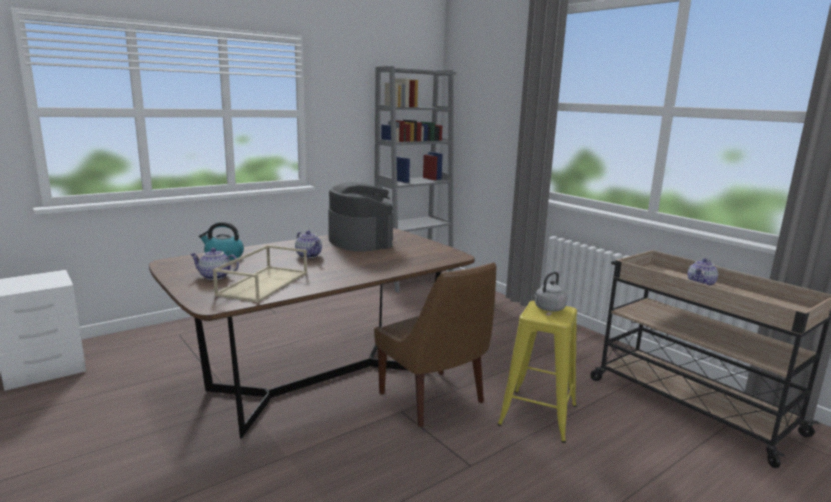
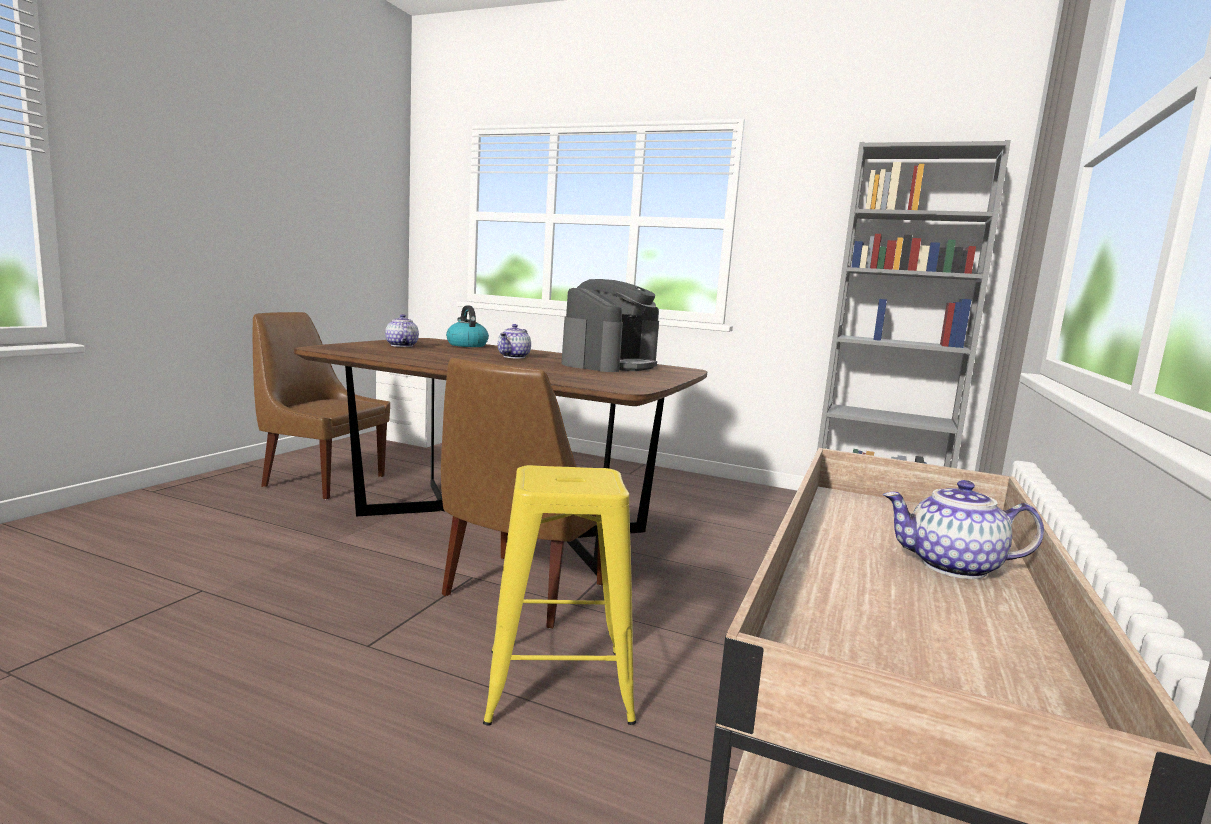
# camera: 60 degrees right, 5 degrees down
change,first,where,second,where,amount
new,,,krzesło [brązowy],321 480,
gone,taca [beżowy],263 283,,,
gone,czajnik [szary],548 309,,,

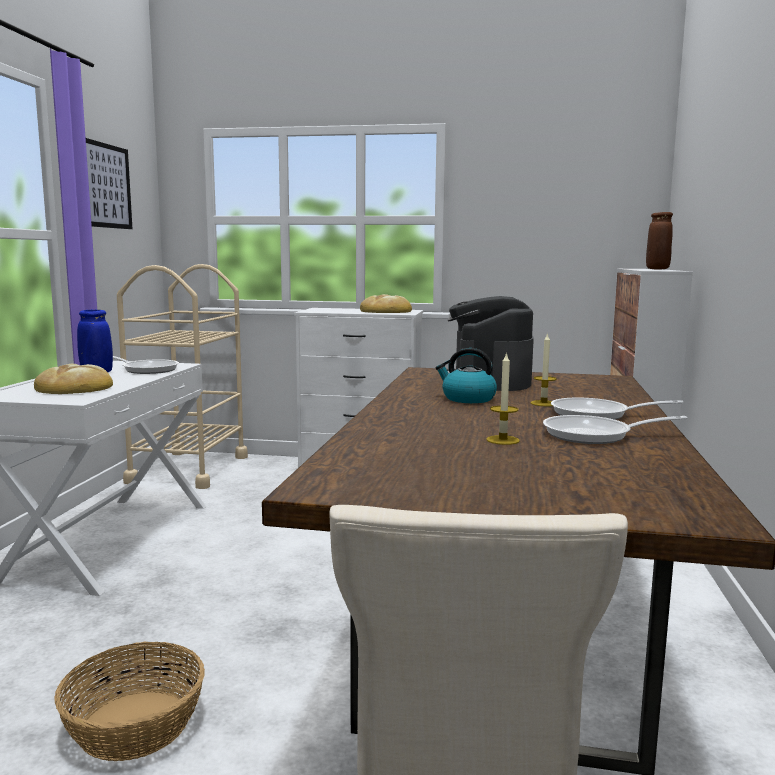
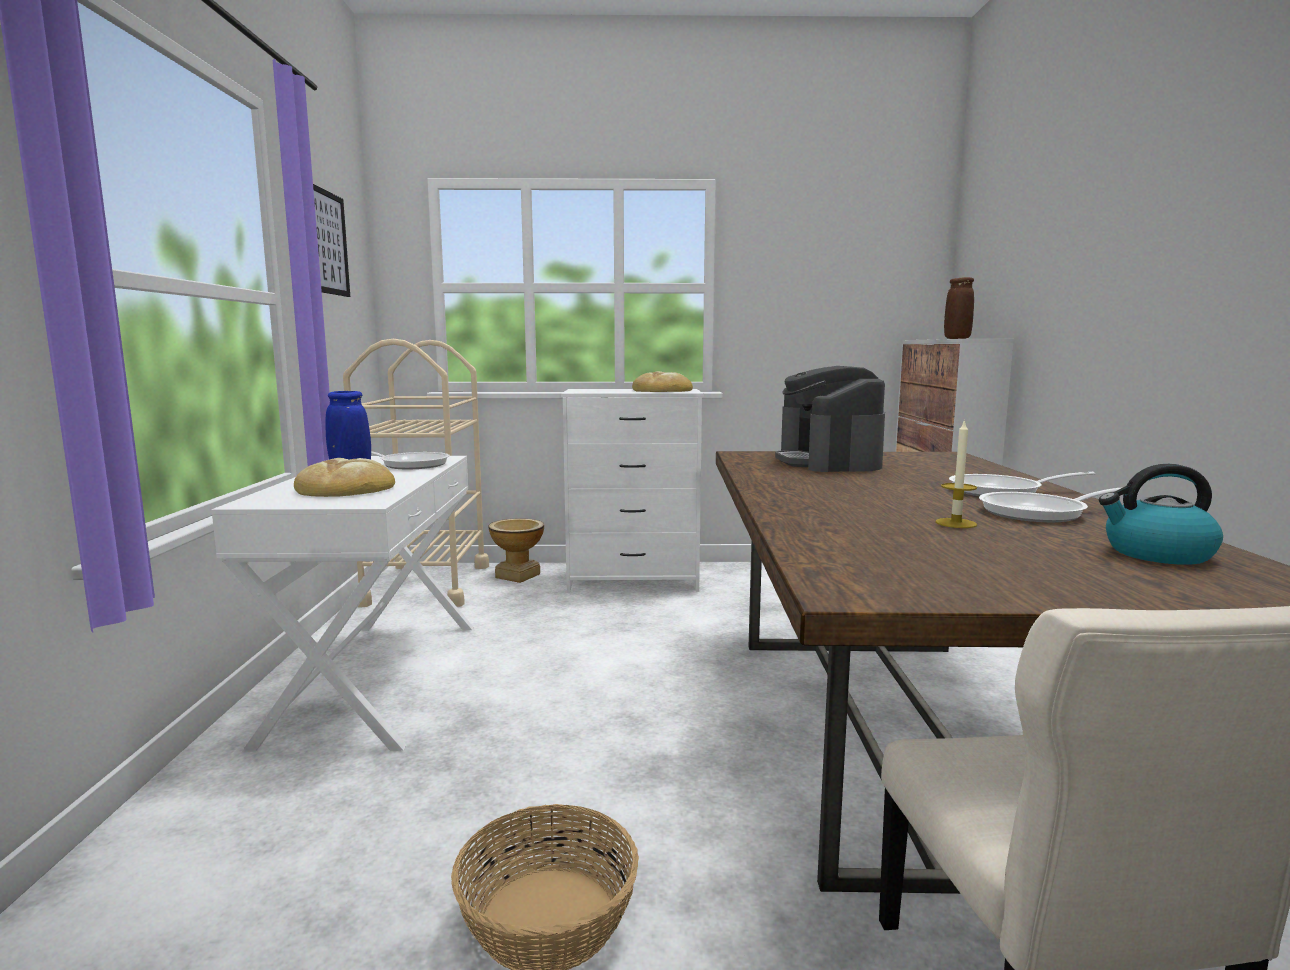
# camera: 10 degrees left, 0 degrees up
change,first,where,second,where,amount
new,,,wazon,518 576,
shifted,czajnik,467 399,,1156 554,
gone,świeca,543 403,,,

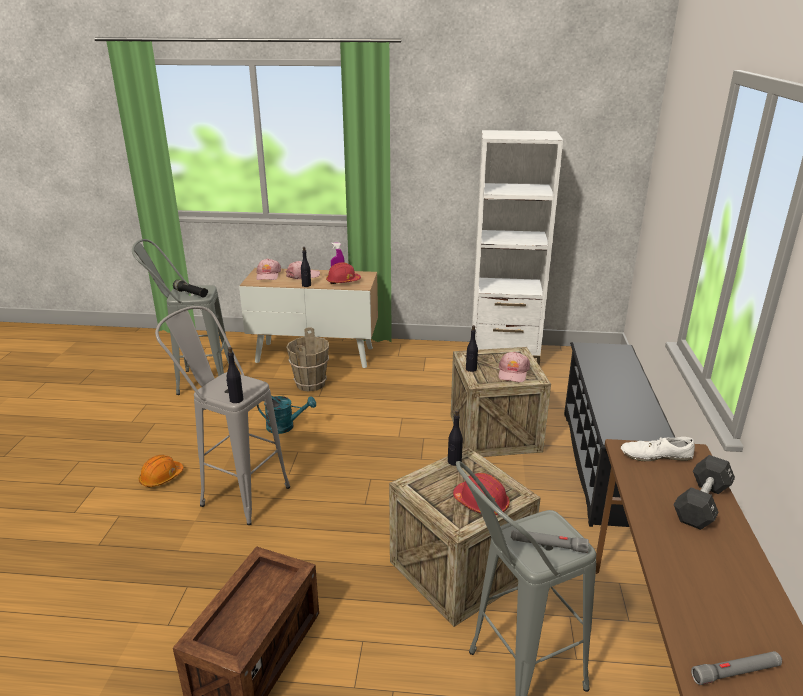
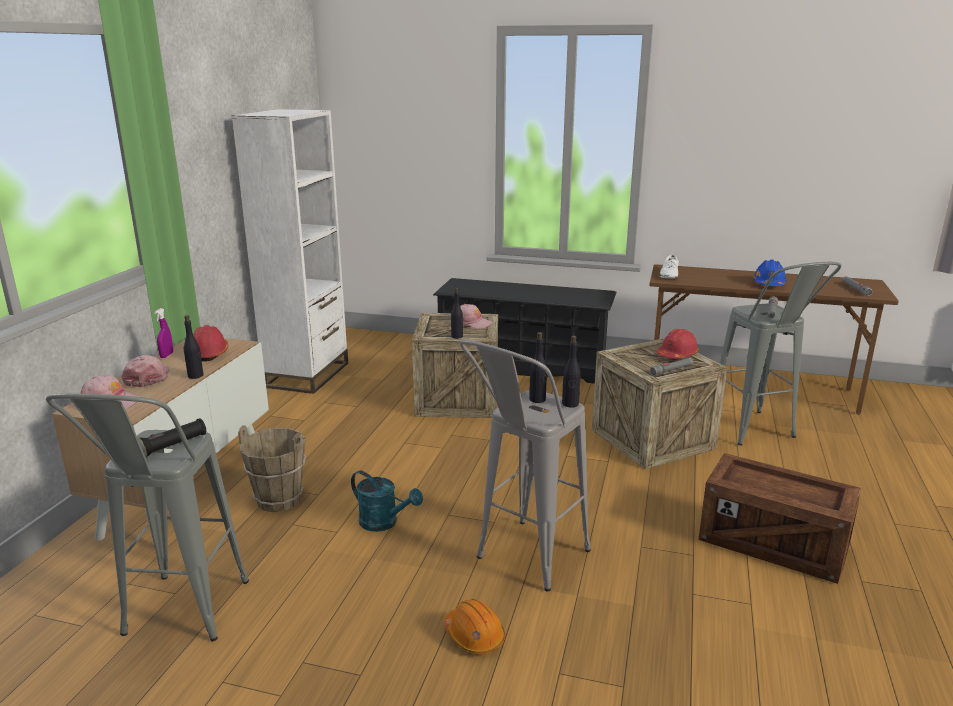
# camera: 80 degrees left, 5 degrees down
change,first,where,second,where,amount
rotated,konewka [turkusowy],285 426,,384 523,105 degrees clockwise
shifted,butelka [czarny],454 461,,537 399,
new,,,latarka [szary],672 370,
new,,,kask [niebieski],769 284,
gone,hantel [czarny],701 503,,,

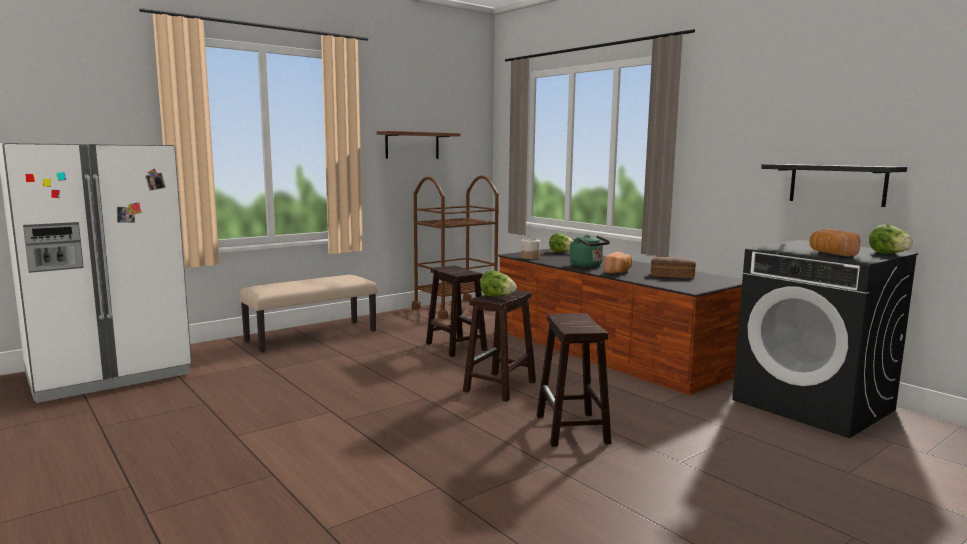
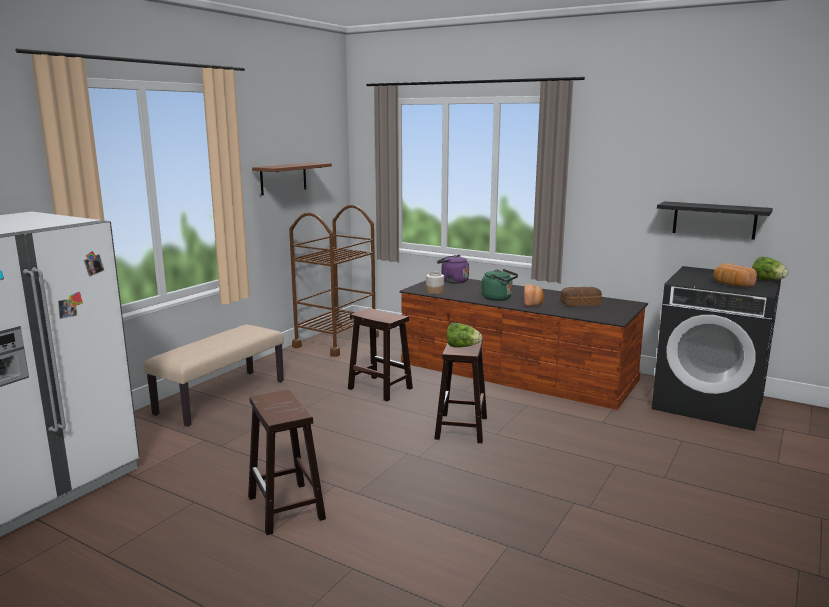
# camera: 20 degrees left, 5 degrees up
change,first,where,second,where,amount
shifted,stołek [brązowy],572 429,,286 508,
swapped,sałata,561 252,czajnik [fioletowy],452 281,

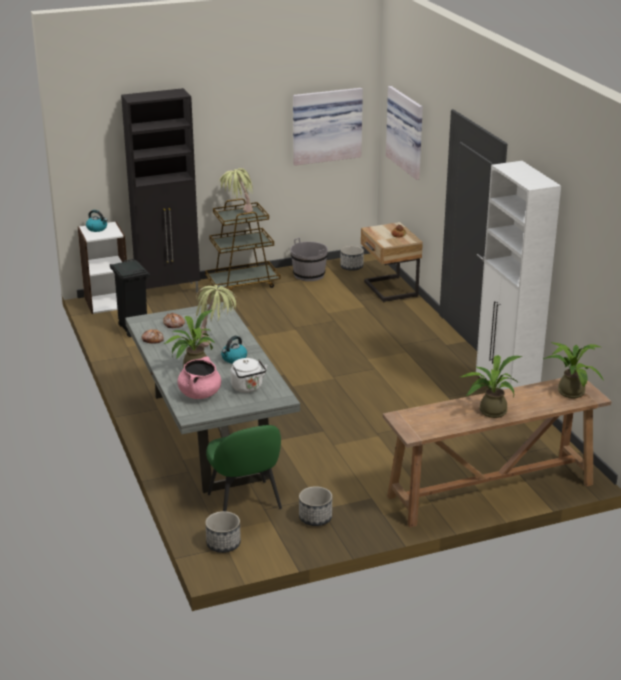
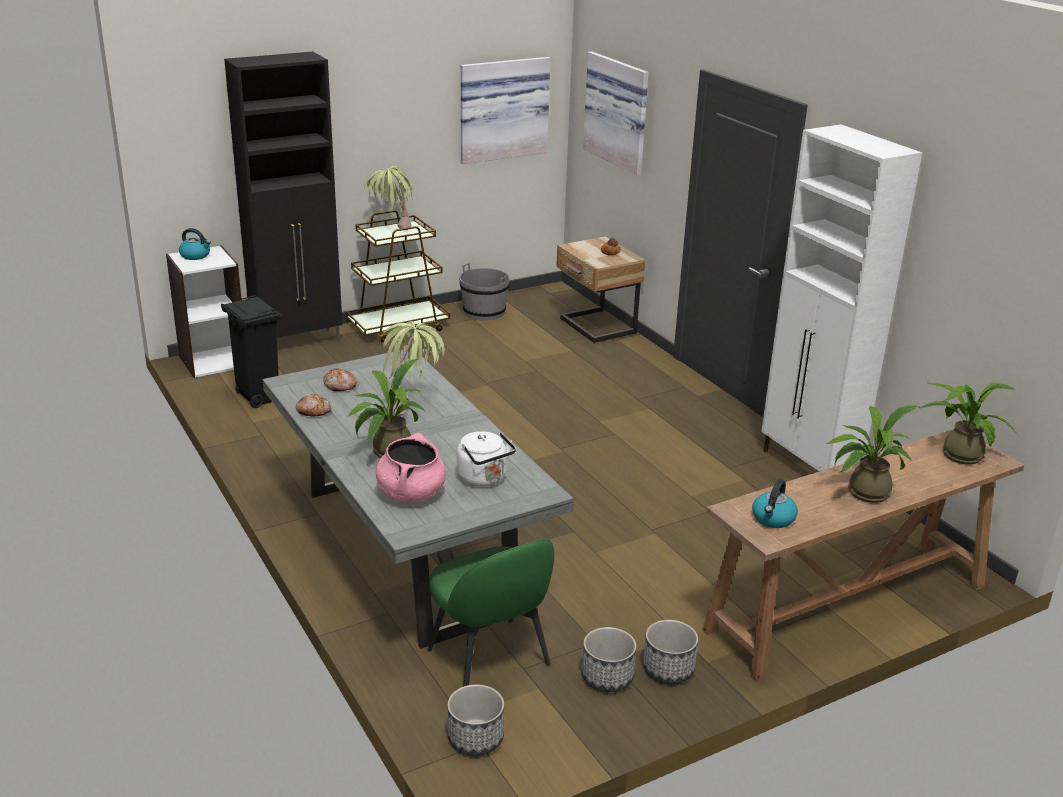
# camera: 10 degrees left, 0 degrees up
change,first,where,second,where,amount
shifted,donica,351 267,,668 669,
shifted,czajnik,234 359,,773 519,

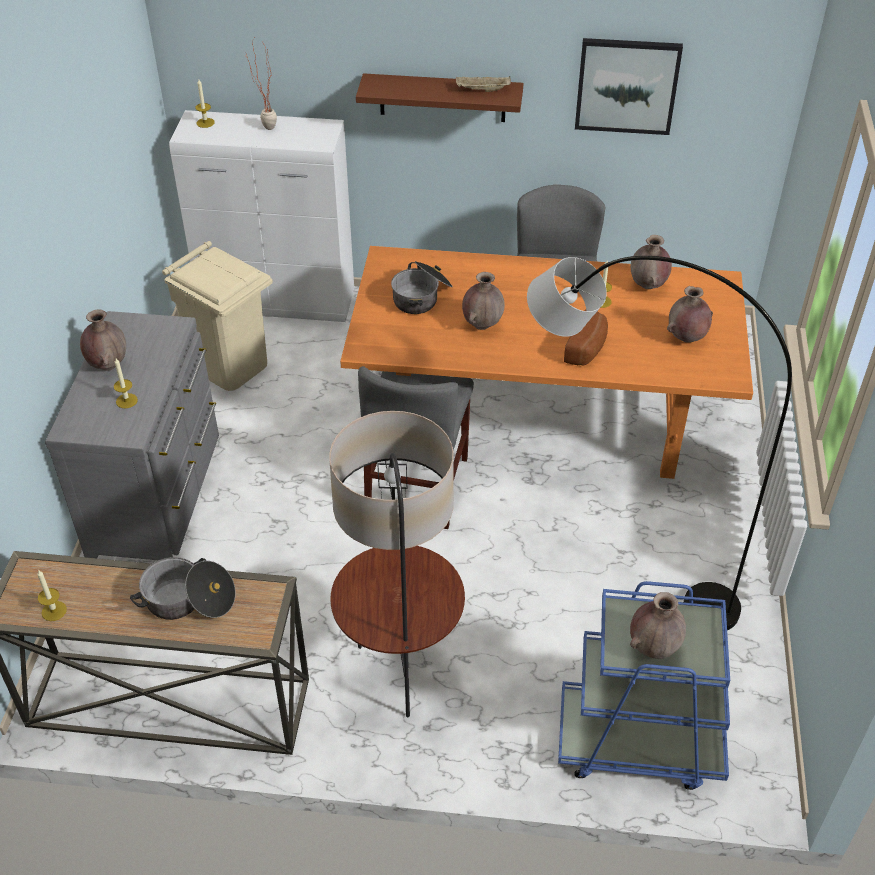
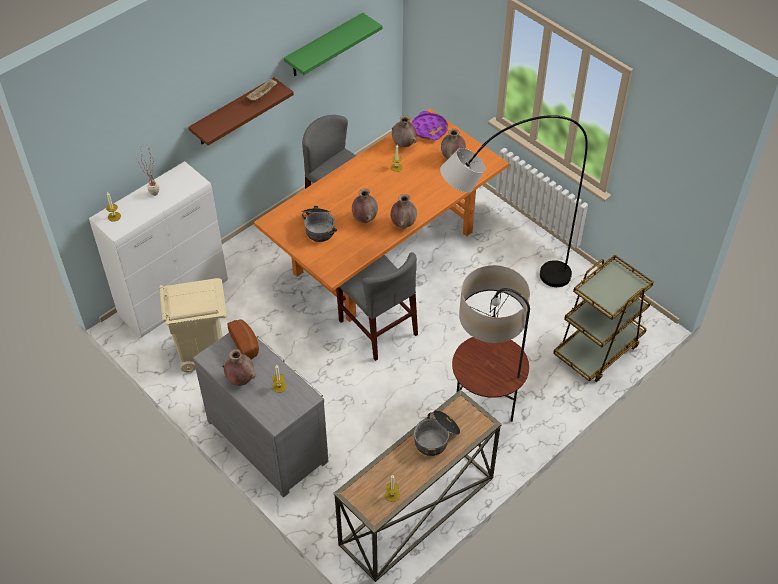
# camera: 50 degrees left, 5 degrees up
change,first,where,second,where,amount
shifted,chleb,587 349,,246 344,
swapped,obraz,627 85,półka [zielony],324 46,
shifted,wazon [brązowy],653 647,,403 224,
new,,,taca [fioletowy],429 129,
repainted,wózek [niebieski],638 742,wózek [brązowy],598 349,

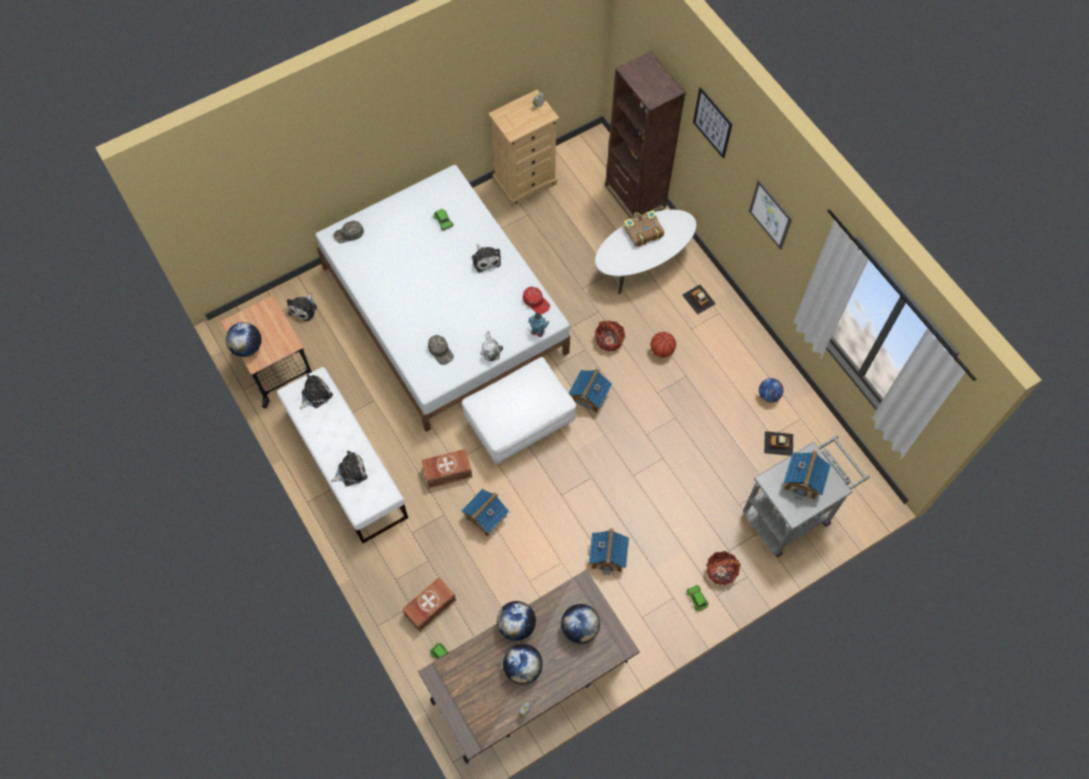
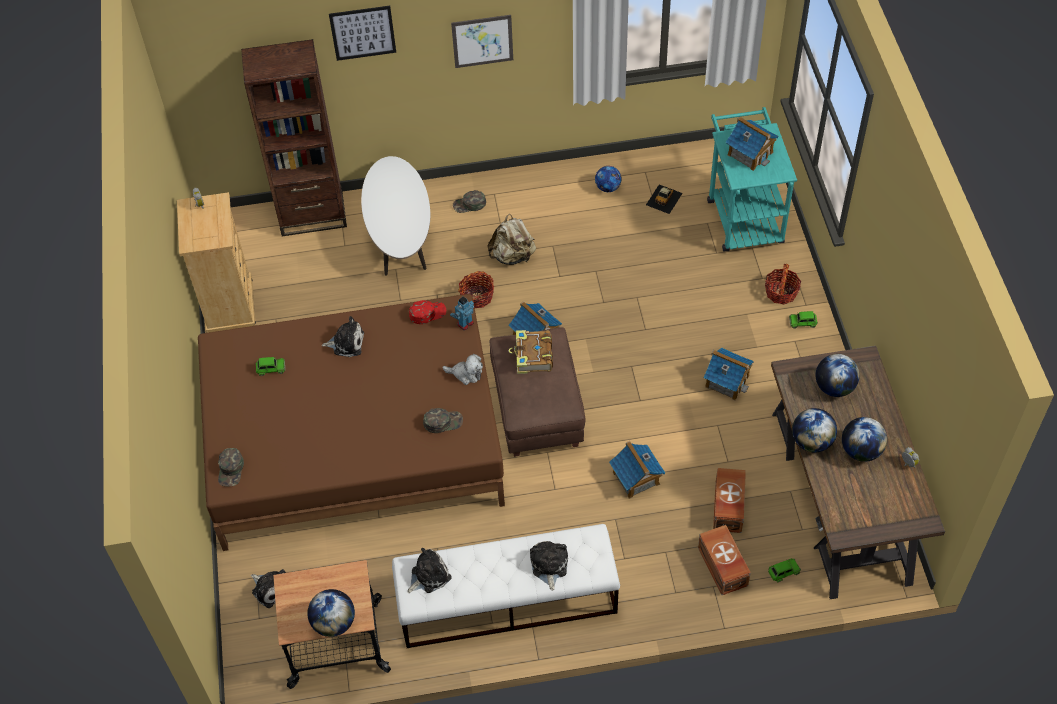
# camera: 65 degrees left, 10 degrees down
change,first,where,second,where,amount
repainted,łóżko [biały],444 309,łóżko [brązowy],354 438,
rotated,pluszak,315 394,,428 575,75 degrees clockwise
swapped,samochodzik,698 299,czapka z daszkiem [zielony],469 204,
swapped,piłka do koszykówki,661 350,plecak [beżowy],513 256,
repainted,pufa [biały],519 423,pufa [brązowy],537 411,
shifted,książka,642 232,,533 356,
repainted,wózek [szary],792 513,wózek [turkusowy],742 215,
shifted,pojemnik do przechowywania [brązowy],446 472,,727 507,

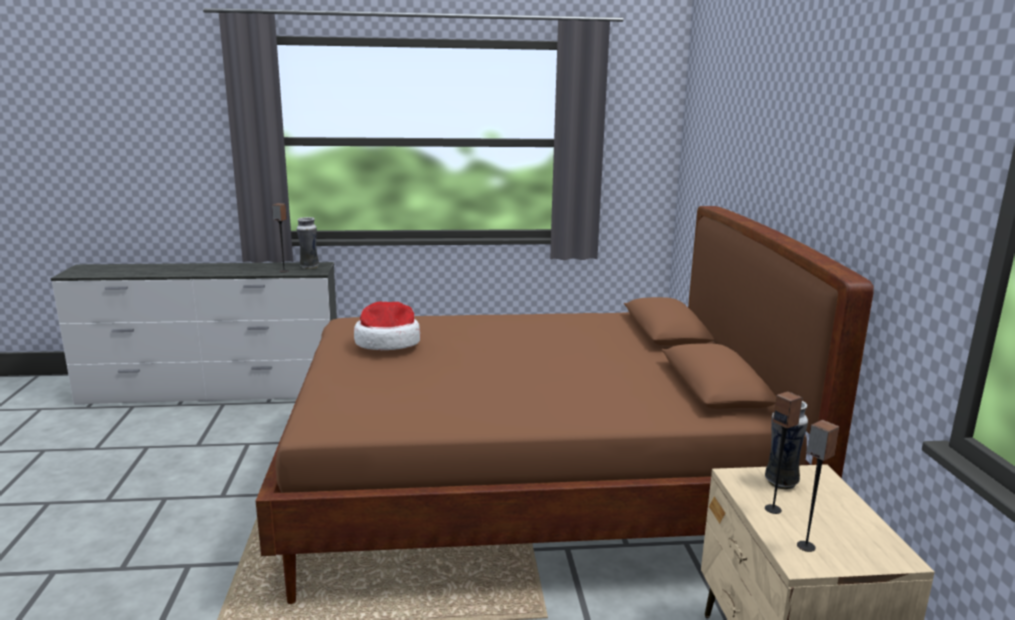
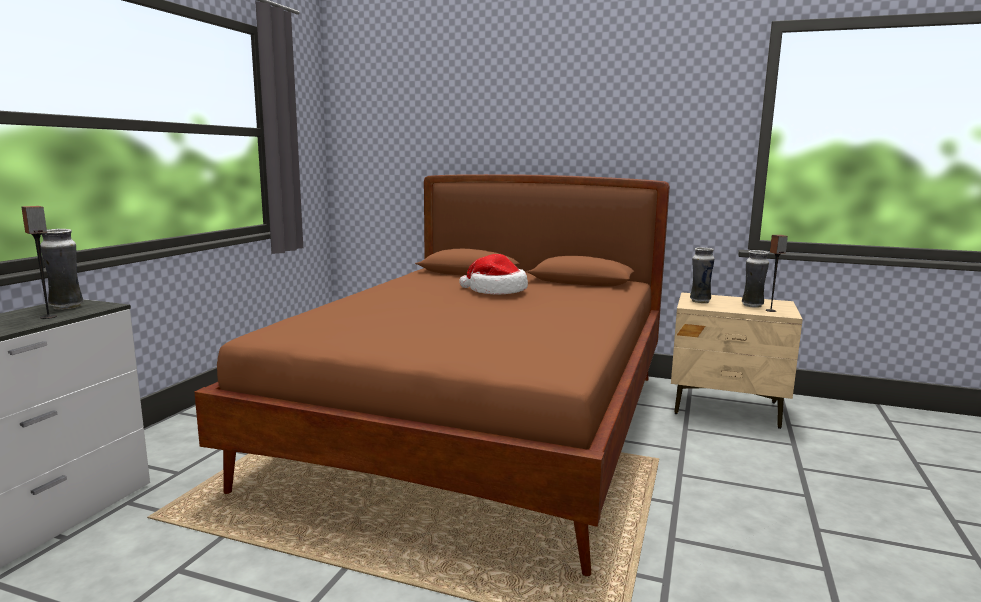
# camera: 65 degrees left, 5 degrees down
change,first,where,second,where,amount
shifted,kapelusz,387 342,,496 291,
new,,,wazon,752 306,
gone,głośnik,773 509,,,

